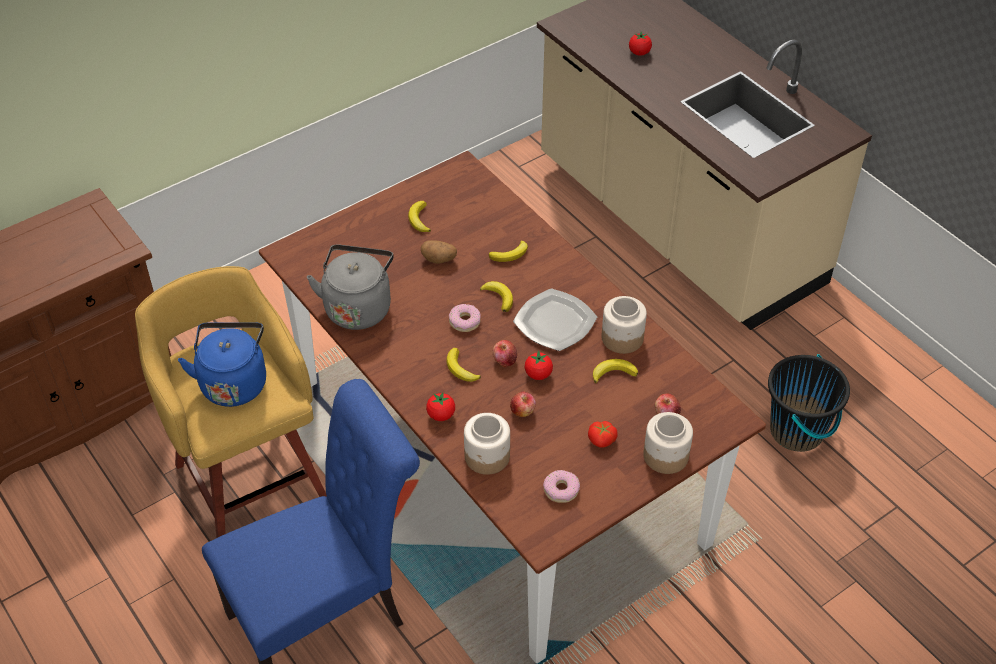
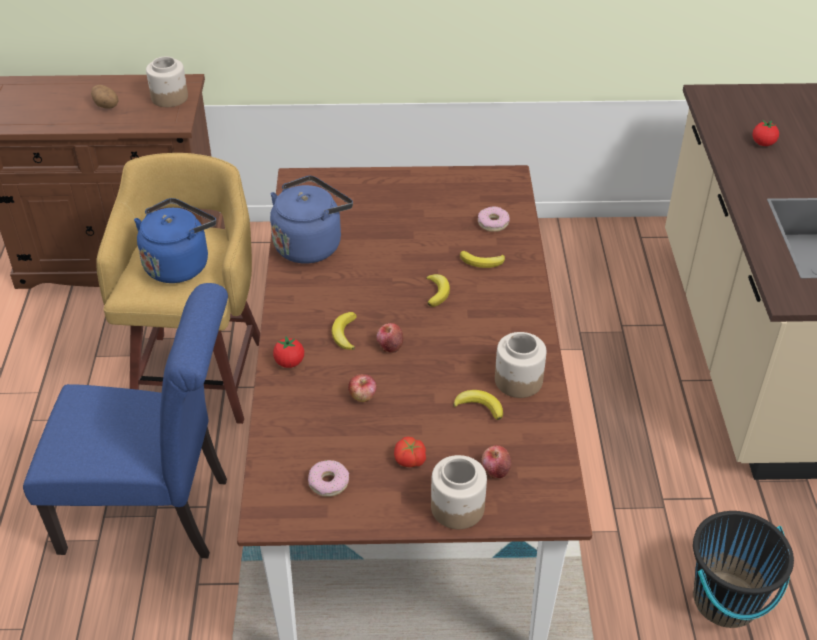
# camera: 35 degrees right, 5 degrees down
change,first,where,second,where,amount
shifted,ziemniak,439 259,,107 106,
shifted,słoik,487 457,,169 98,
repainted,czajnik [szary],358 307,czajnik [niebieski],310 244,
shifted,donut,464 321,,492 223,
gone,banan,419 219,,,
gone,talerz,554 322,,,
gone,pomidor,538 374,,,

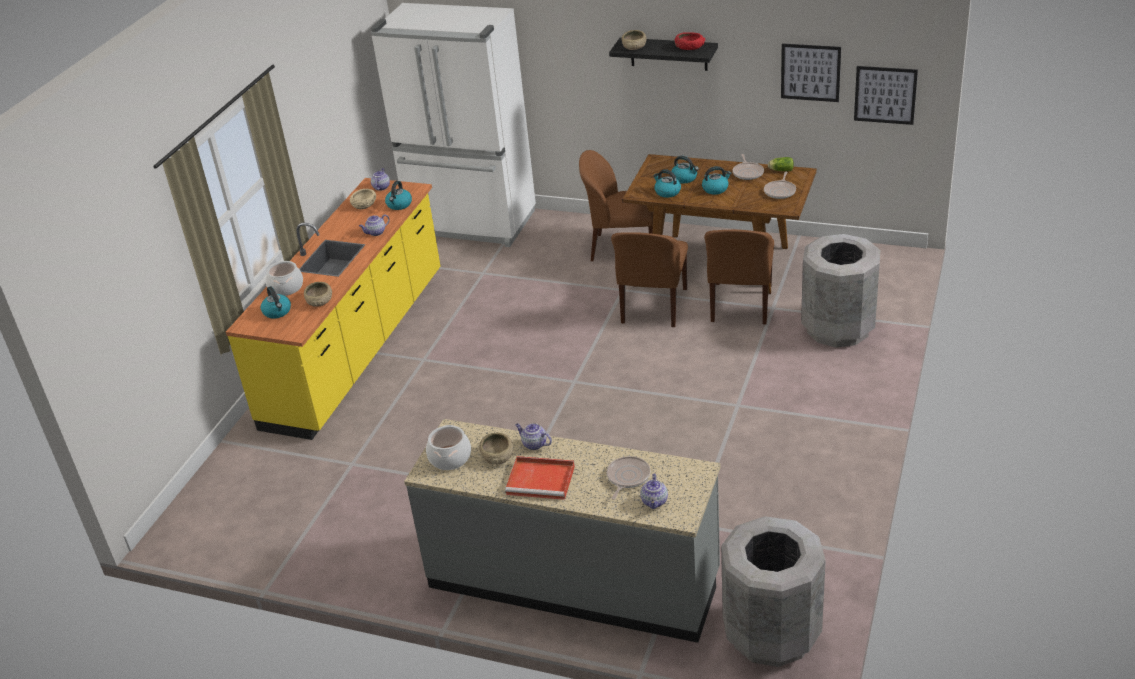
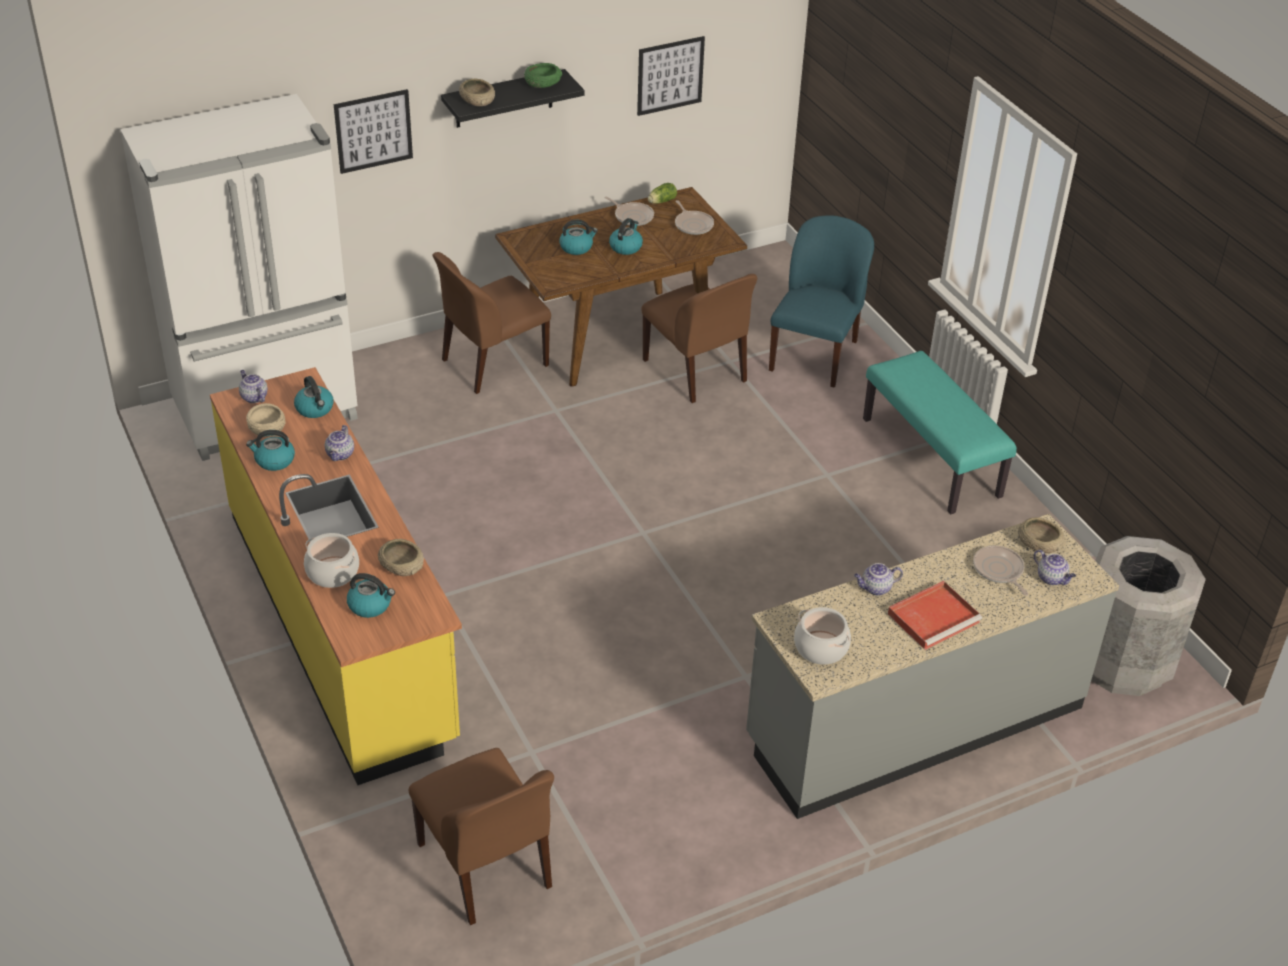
# camera: 50 degrees left, 5 degrees up
change,first,where,second,where,amount
shifted,czajnik,667 192,,274 460,
shifted,obraz,885 95,,373 131,
shifted,krzesło [brązowy],653 307,,486 868,
repainted,miska [czerwony],689 47,miska [zielony],542 83,
swapped,kosz na śmieci [szary],838 328,krzesło [niebieski],814 355,
new,,,ławka [turkusowy],932 457,
shifted,miska [beżowy],497 455,,1039 543,

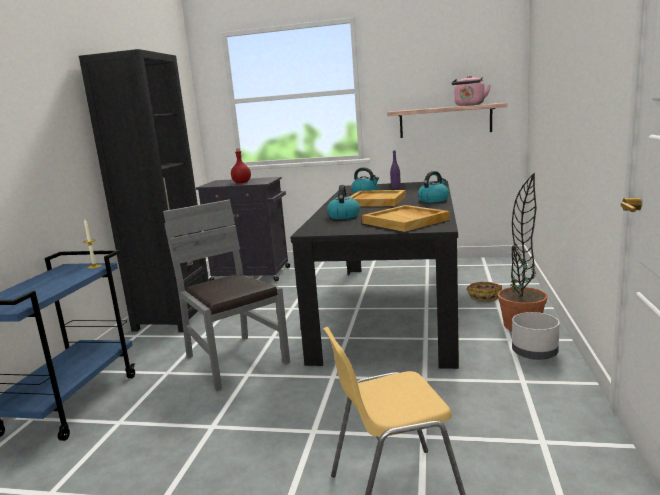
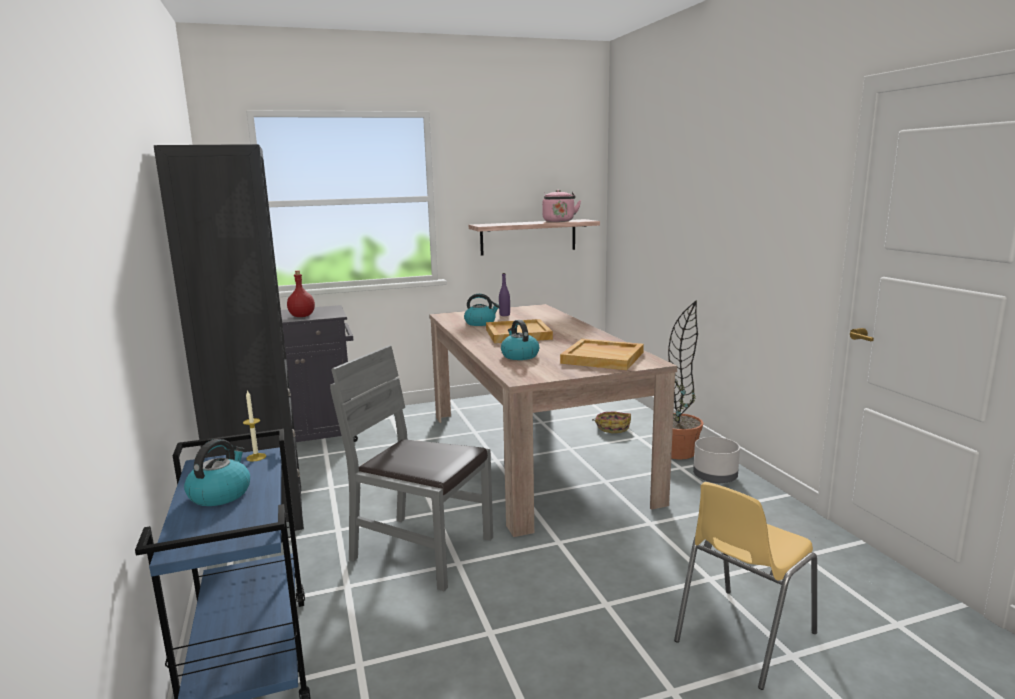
# camera: 30 degrees left, 0 degrees up
change,first,where,second,where,amount
shifted,czajnik,433 200,,220 494,
repainted,stół jadalny [czarny],390 308,stół jadalny [beżowy],533 454,

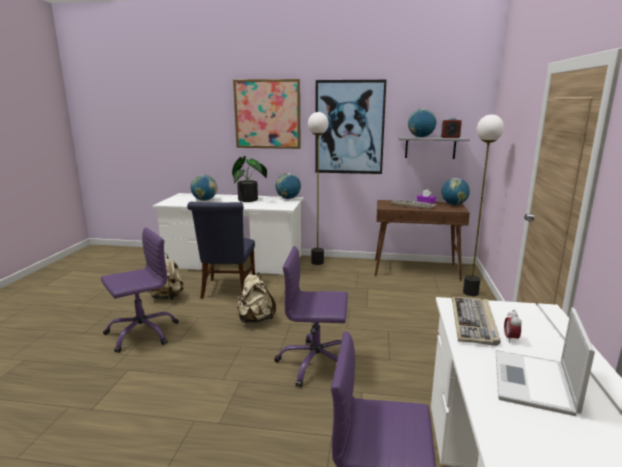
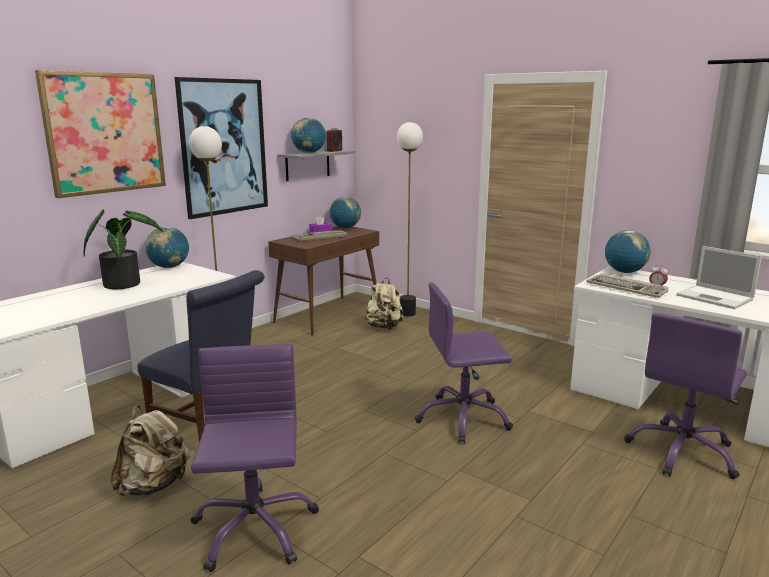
# camera: 60 degrees left, 0 degrees up
change,first,where,second,where,amount
shifted,plecak [beżowy],255 319,,384 327,
rotated,krzesło biurowe [fioletowy],315 363,,463 418,45 degrees clockwise
shifted,globus,204 200,,624 272,

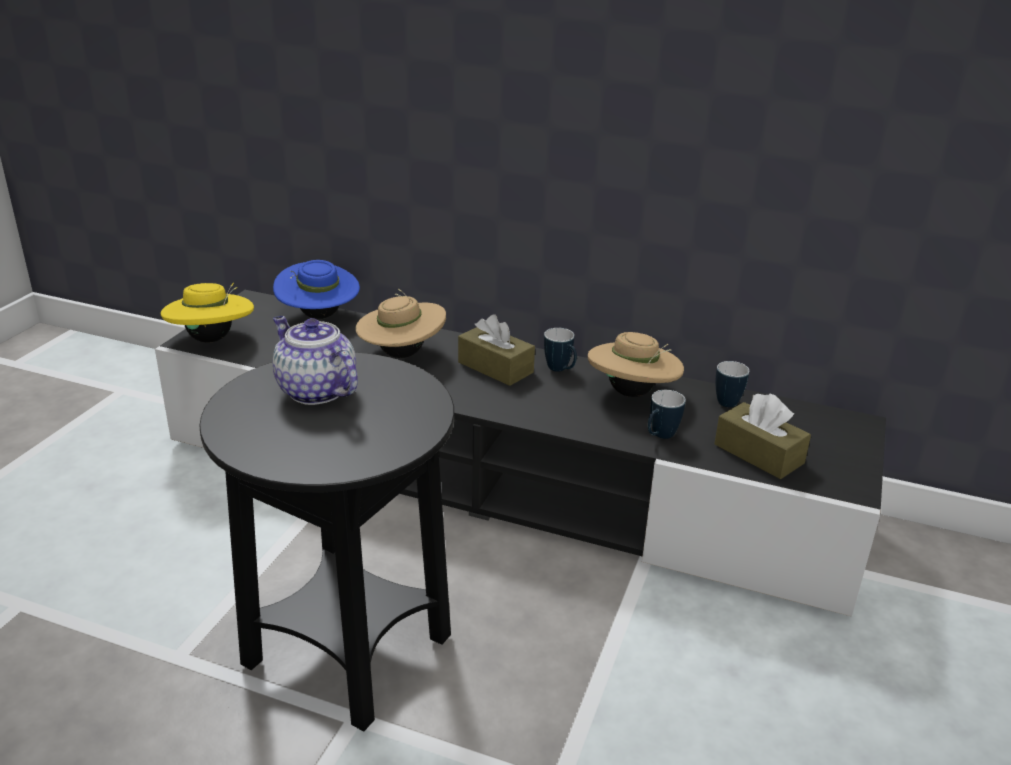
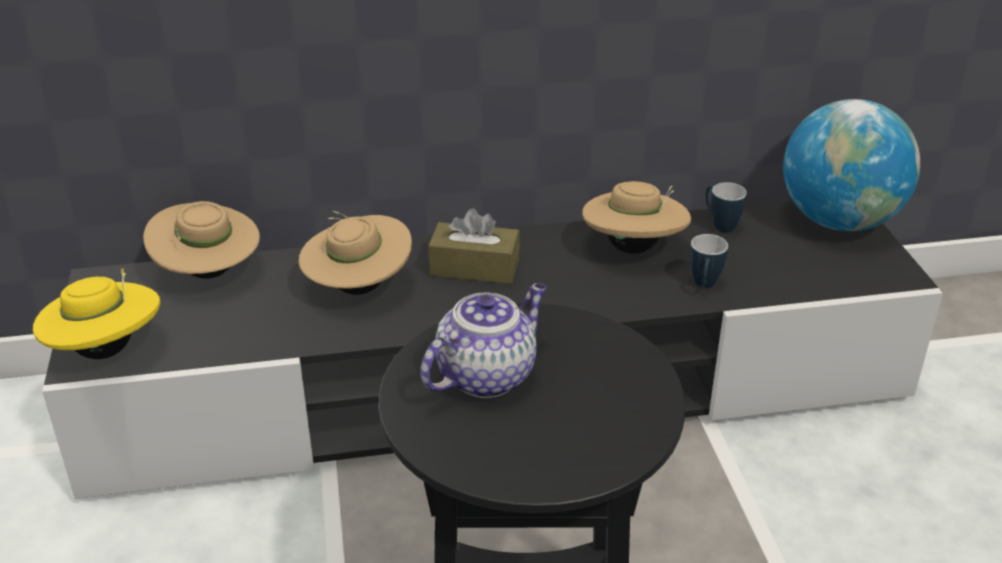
# camera: 30 degrees left, 5 degrees up
change,first,where,second,where,amount
repainted,kapelusz [niebieski],319 316,kapelusz [beżowy],208 273,
rotated,imbryk,314 390,,486 375,120 degrees clockwise
new,,,globus,839 221,
gone,kubek,561 370,,,
gone,pudełko chusteczek [brązowy],758 454,,,

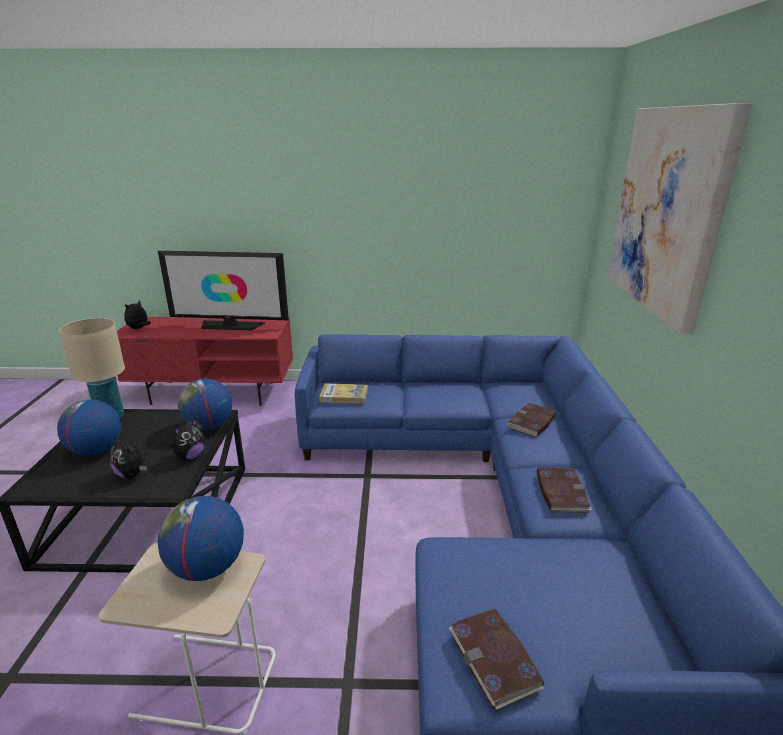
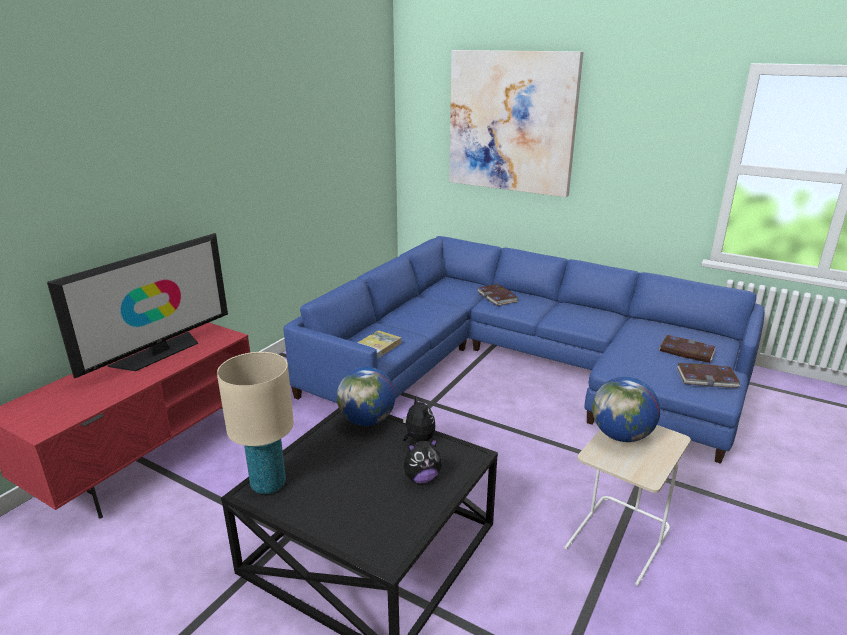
# camera: 60 degrees left, 0 degrees up
change,first,where,second,where,amount
shifted,książka,561 492,,686 351,
gone,globus,96 450,,,
gone,pluszak,139 328,,,

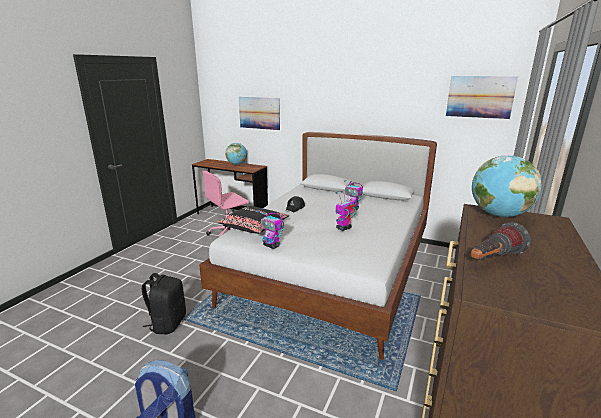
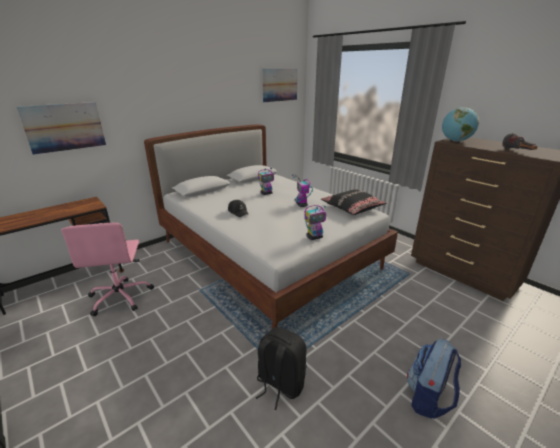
# camera: 65 degrees left, 5 degrees up
change,first,where,second,where,amount
shifted,poduszka [czarny],254 226,,352 207,
gone,globus,237 164,,,

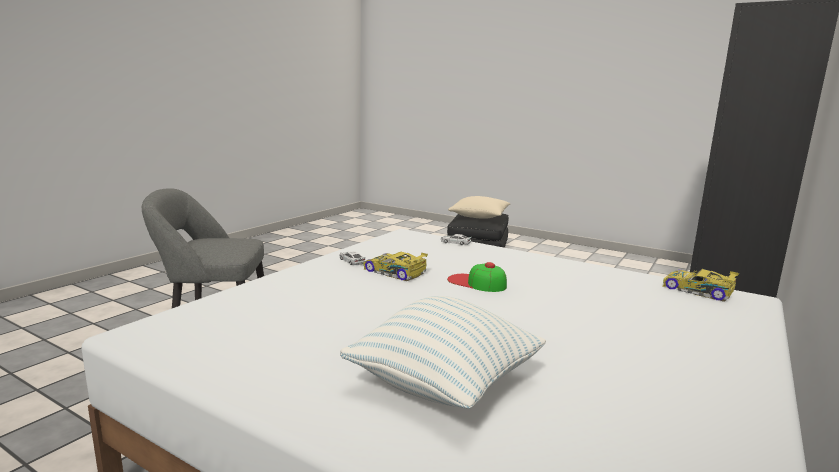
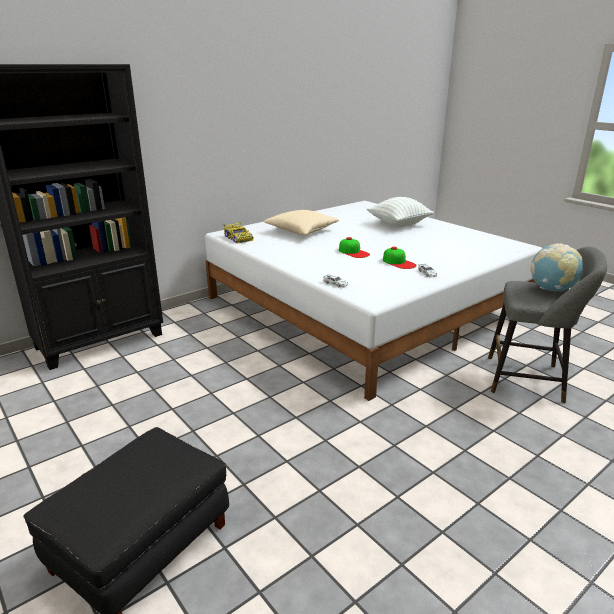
# camera: 160 degrees left, 10 degrees up
change,first,where,second,where,amount
shifted,poduszka [beżowy],479 217,,301 231,
swapped,samochodzik,395 272,czapka z daszkiem,399 262,
new,,,globus,551 289,

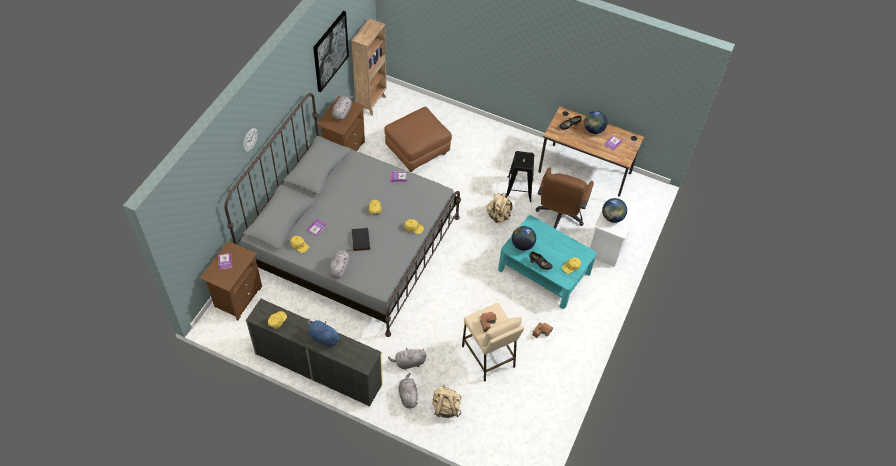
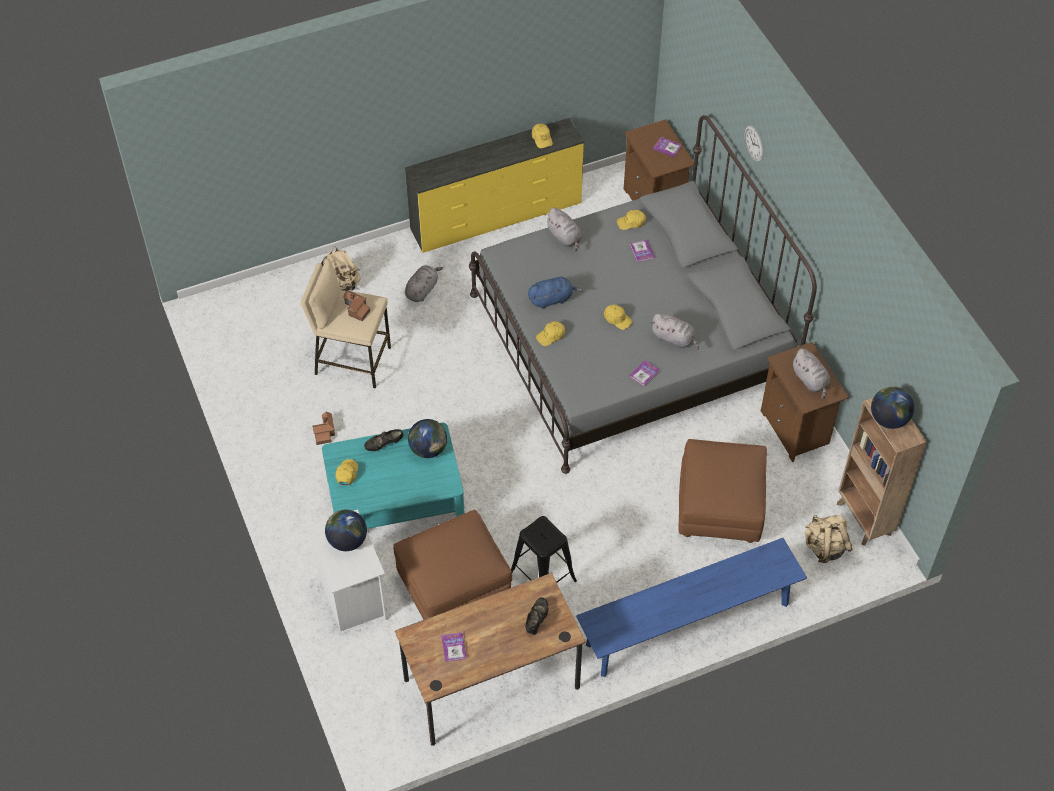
# camera: 135 degrees right, 0 degrees up
change,first,where,second,where,amount
swapped,krzesło biurowe [brązowy],559 216,pufa [brązowy],454 587,
shifted,pluszak [niebieski],323 337,,552 299,
new,,,ławka [niebieski],687 624,
shifted,pluszak [szary],408 395,,674 339,
shifted,plecak [beżowy],498 216,,825 547,
shifted,globus,593 130,,889 419,
gone,obraz,330 51,,,
gone,książka [czarny],360 240,,,

